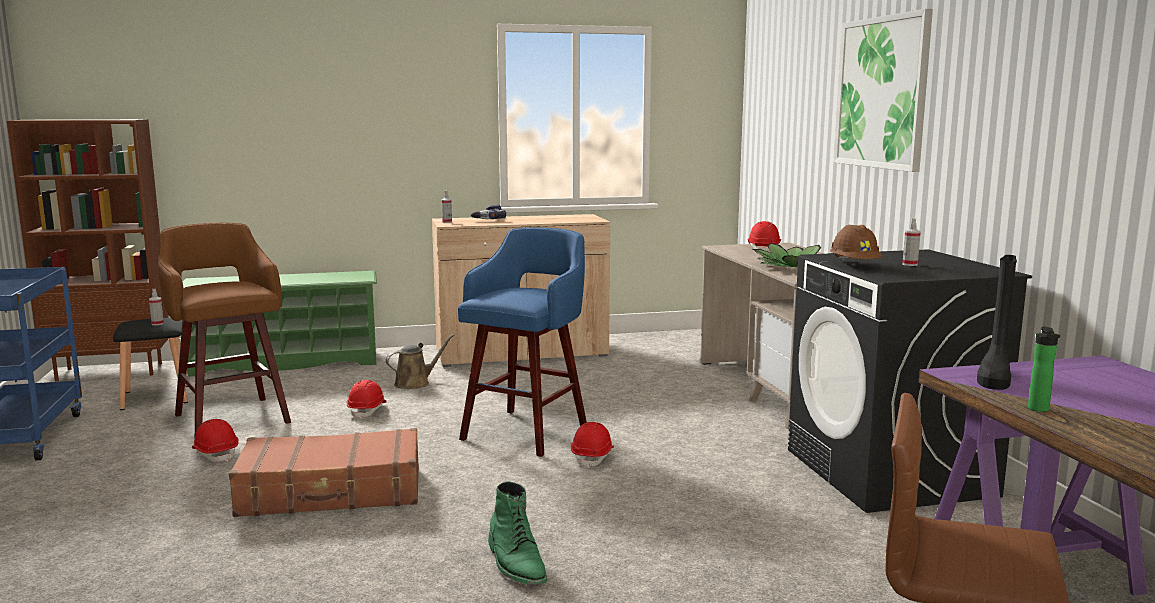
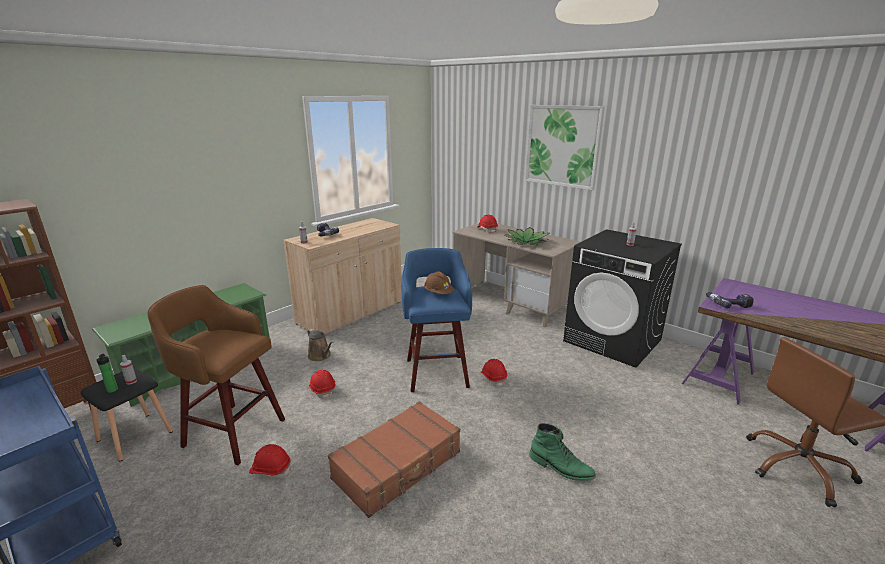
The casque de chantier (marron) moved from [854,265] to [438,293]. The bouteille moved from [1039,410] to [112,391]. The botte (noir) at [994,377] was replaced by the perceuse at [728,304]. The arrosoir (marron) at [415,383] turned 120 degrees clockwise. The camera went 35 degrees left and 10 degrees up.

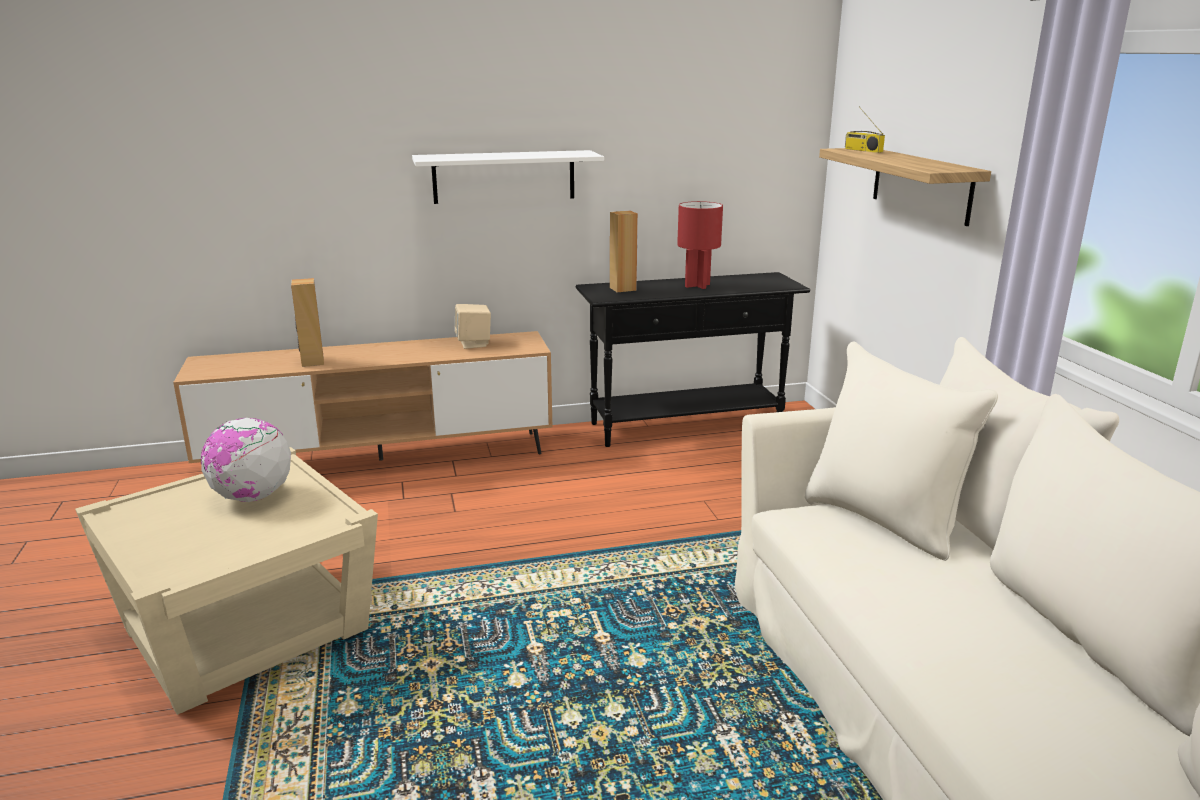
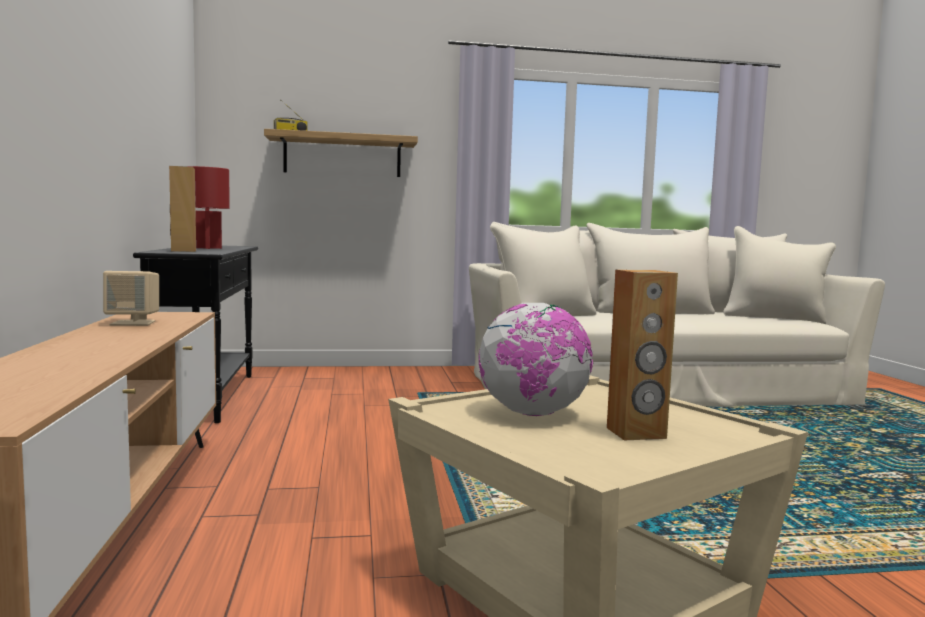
The étagère (blanc) at [504,176] disappeared. The enceinte (marron) moved from [312,362] to [636,433]. The camera went 85 degrees left and 15 degrees down.

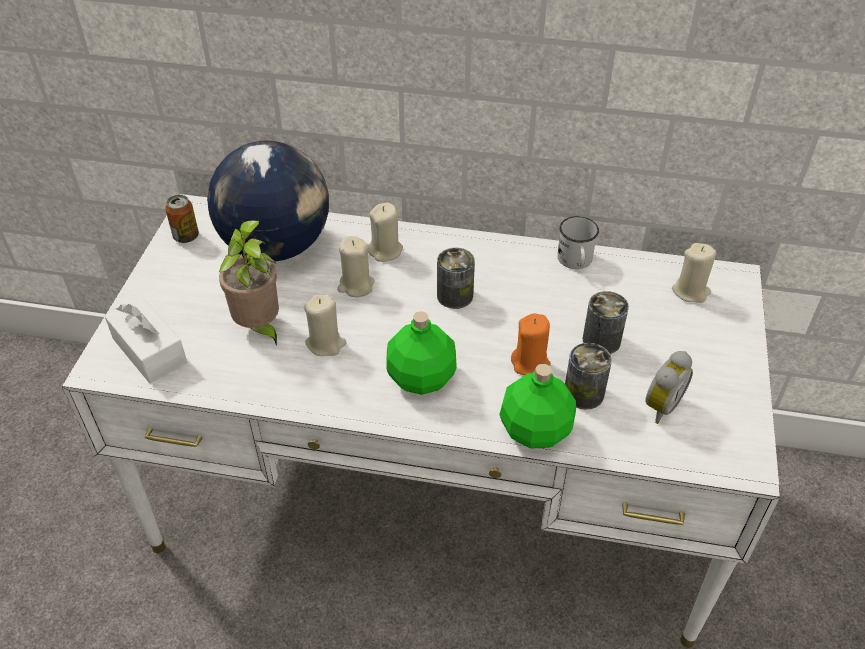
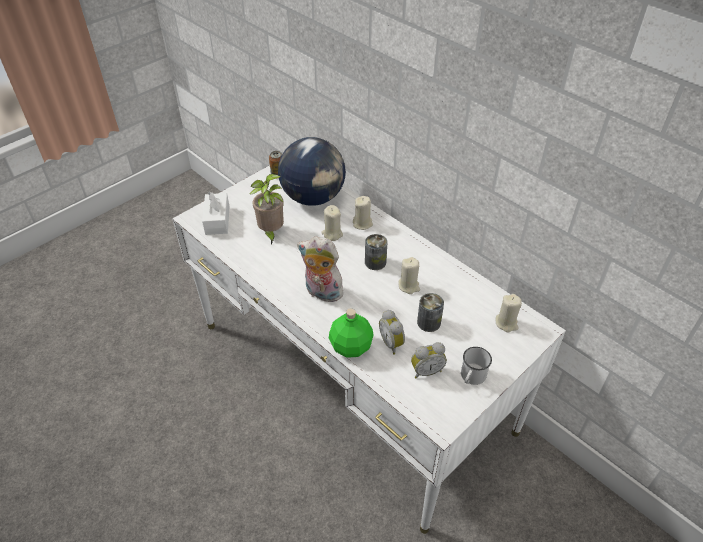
The bougie (orange) at [530,363] disappeared. The bougie (beige) moved from [326,344] to [409,286]. The mug (blanc) moved from [575,262] to [471,377]. The bouteille (vert) at [422,377] was replaced by the peluche at [322,293]. The boîte métallique at [583,393] was replaced by the réveil at [392,343]. The camera went 35 degrees right and 0 degrees up.

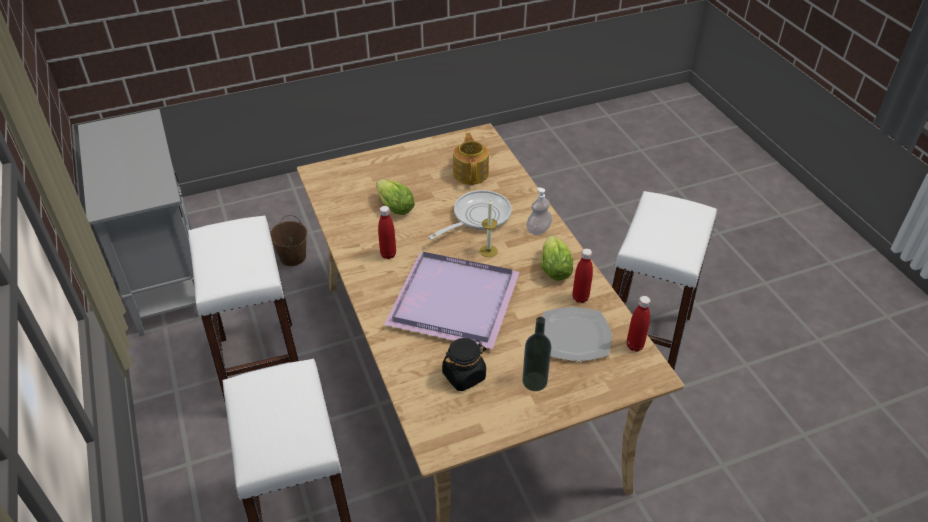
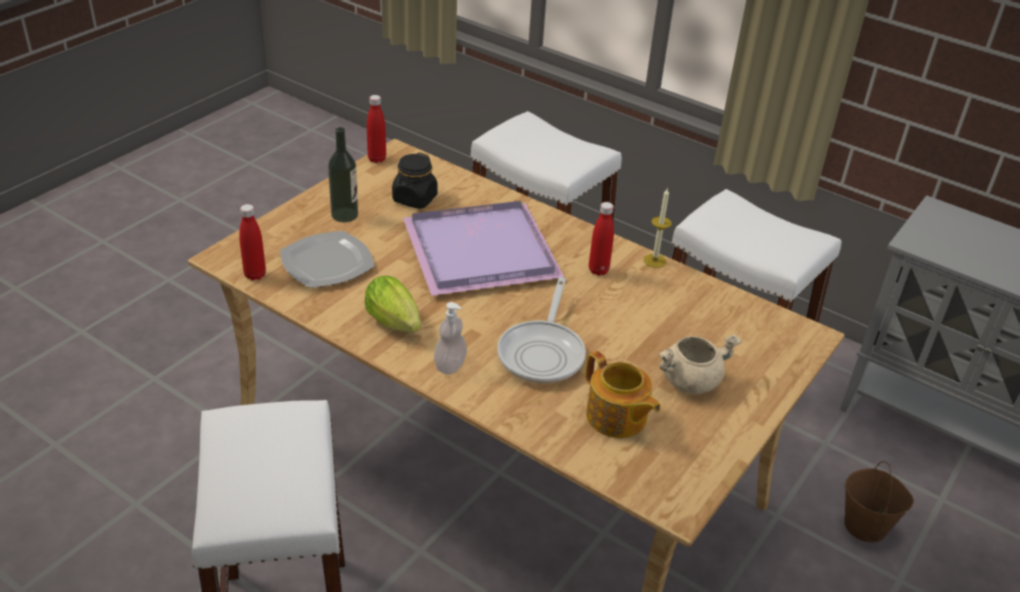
The laitue at [393,206] disappeared. The marmite (beige) at [690,380] appeared. The bougie moved from [488,251] to [654,260]. The bouteille (rouge) moved from [580,298] to [377,159]. The camera went 145 degrees right and 5 degrees down.

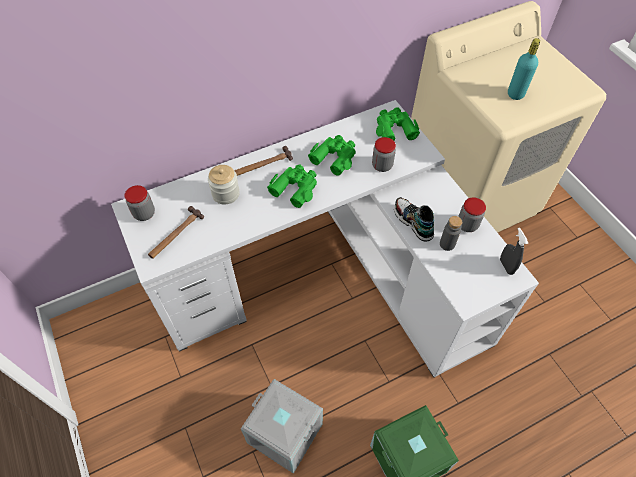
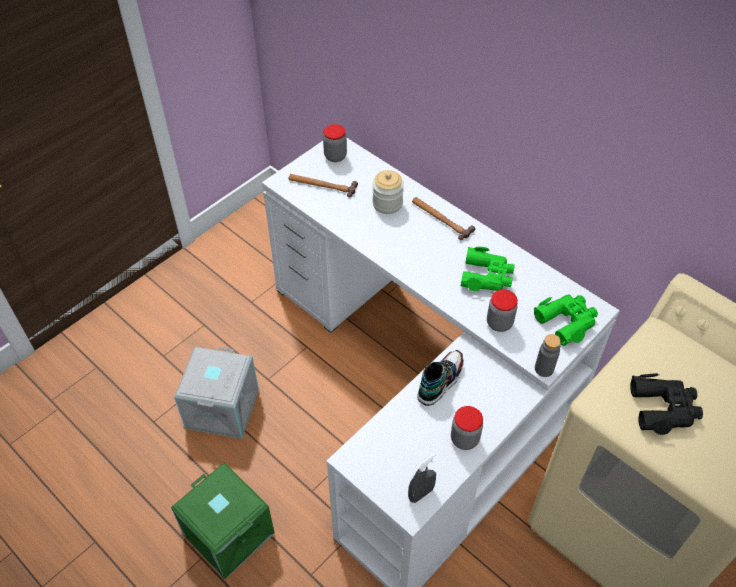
The jumelles (vert) at [295,188] disappeared. The bouteille (gris) moved from [447,244] to [544,369]. The bouteille (turquoise) at [515,94] was replaced by the jumelles (noir) at [663,408]. The camera went 70 degrees right and 5 degrees down.

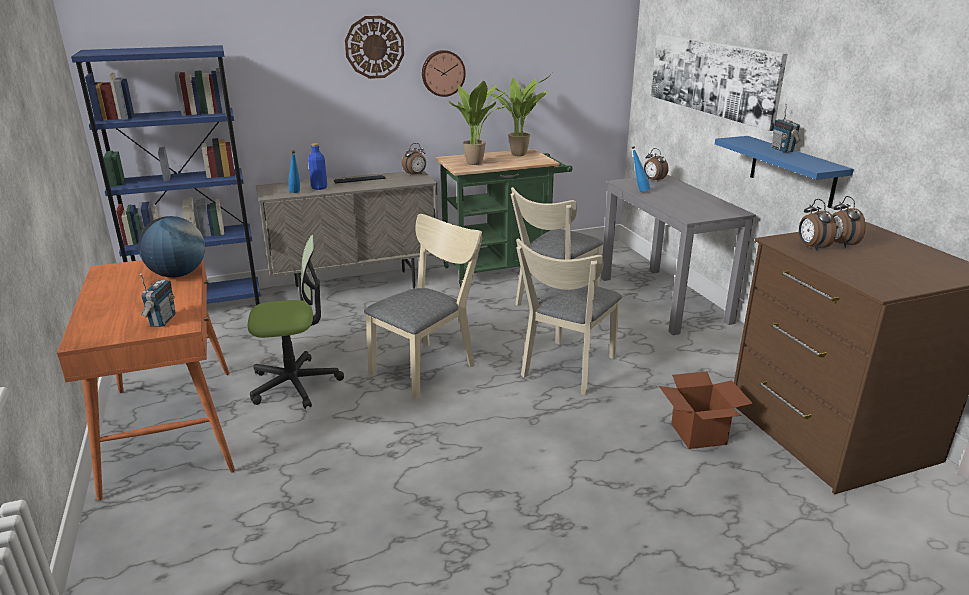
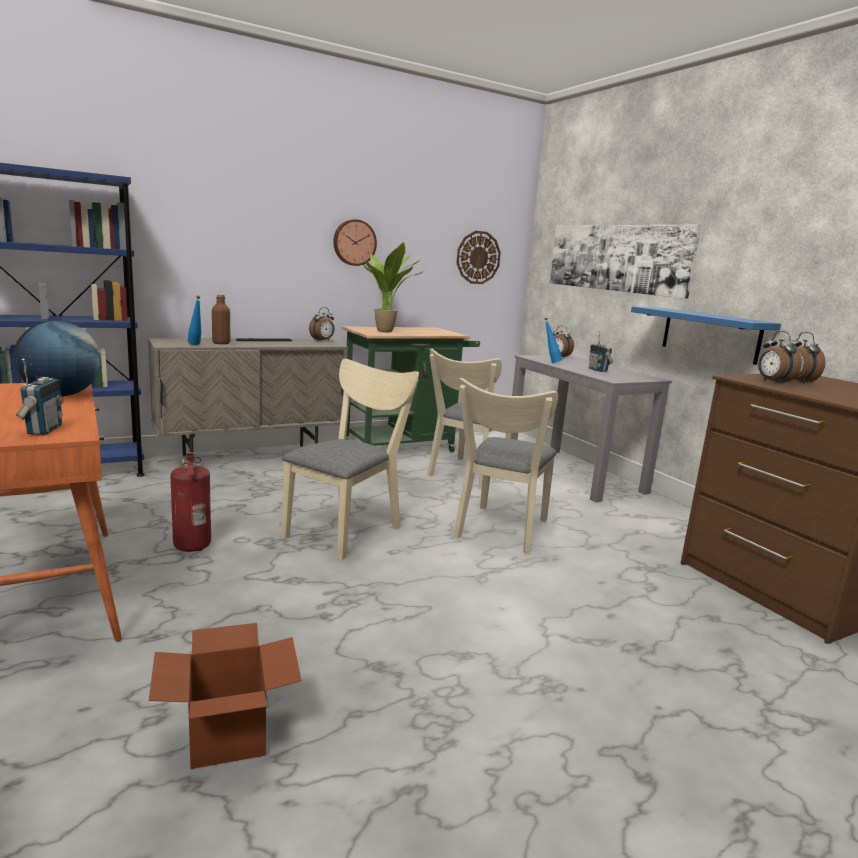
The plante en pot at [520,154] disappeared. The horloge murale moved from [374,47] to [478,257]. The carton moved from [698,434] to [227,735]. The radio moved from [782,150] to [598,370]. The chaise de bureau at [295,384] was replaced by the extincteur at [192,545]. The bouteille (bleu) at [319,188] became the bouteille (marron) at [221,343]. The camera went 10 degrees left and 10 degrees down.

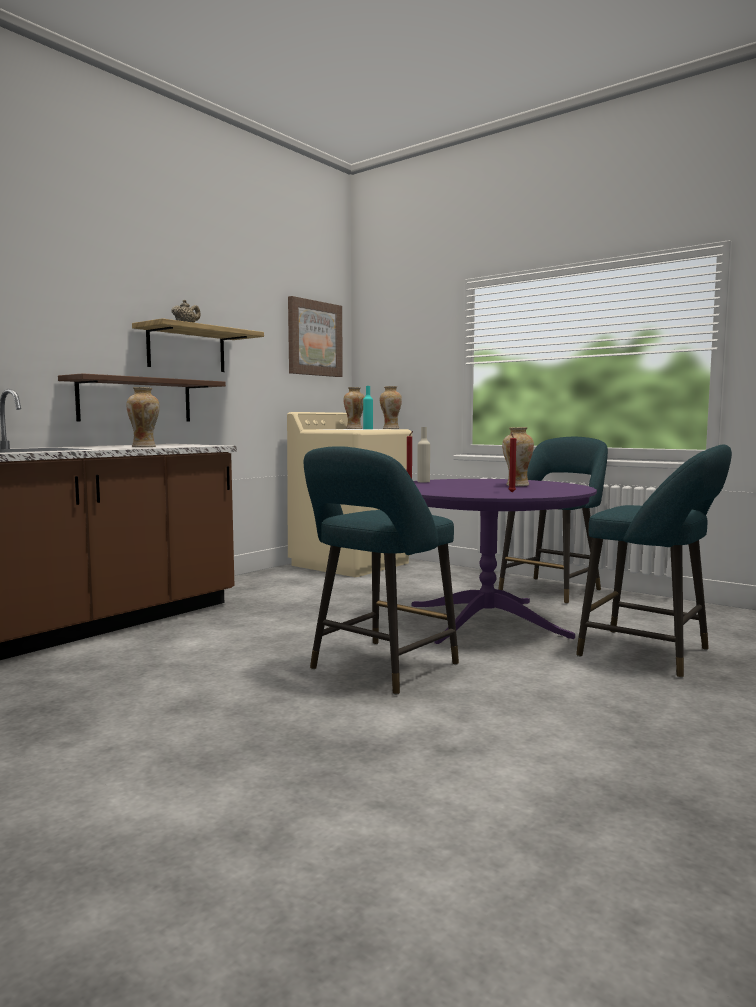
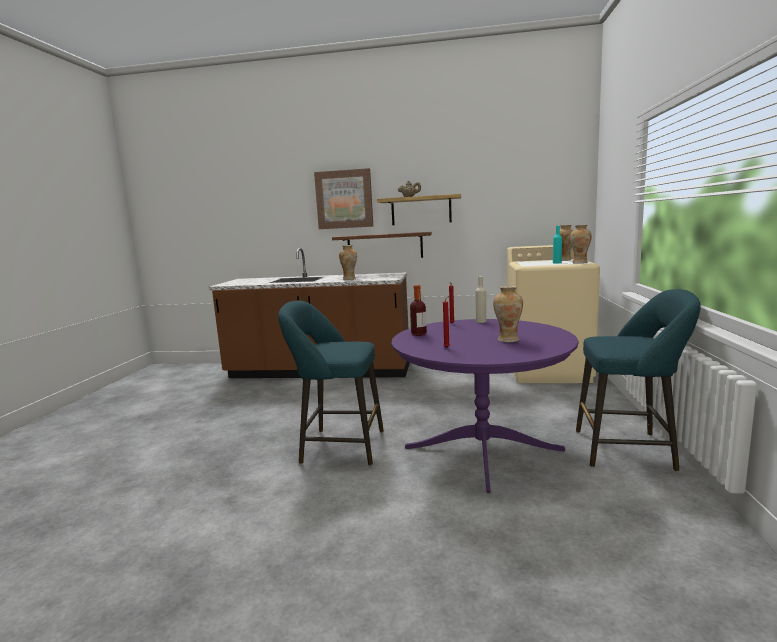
The tabouret (turquoise) at [651,654] disappeared. The bouteille at [418,334] appeared. The tableau moved from [314,338] to [344,199]. The camera went 60 degrees right and 5 degrees up.

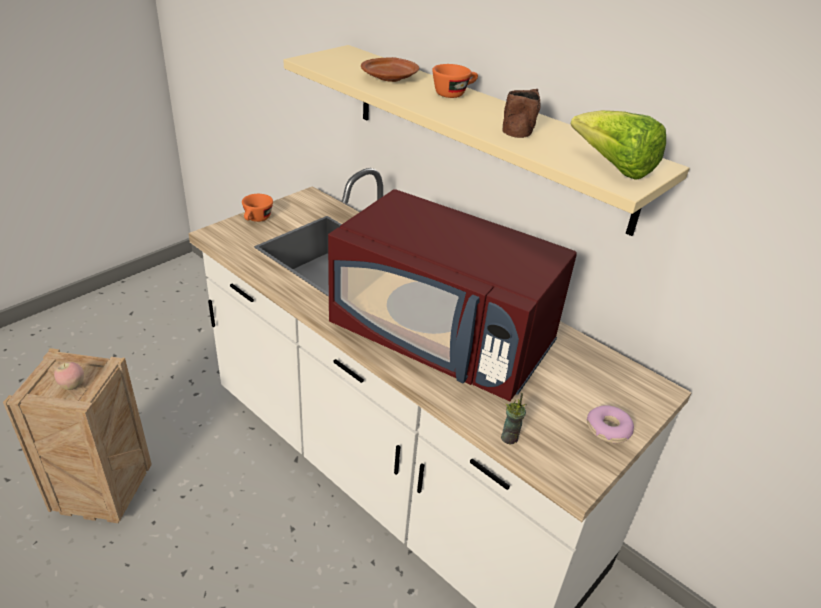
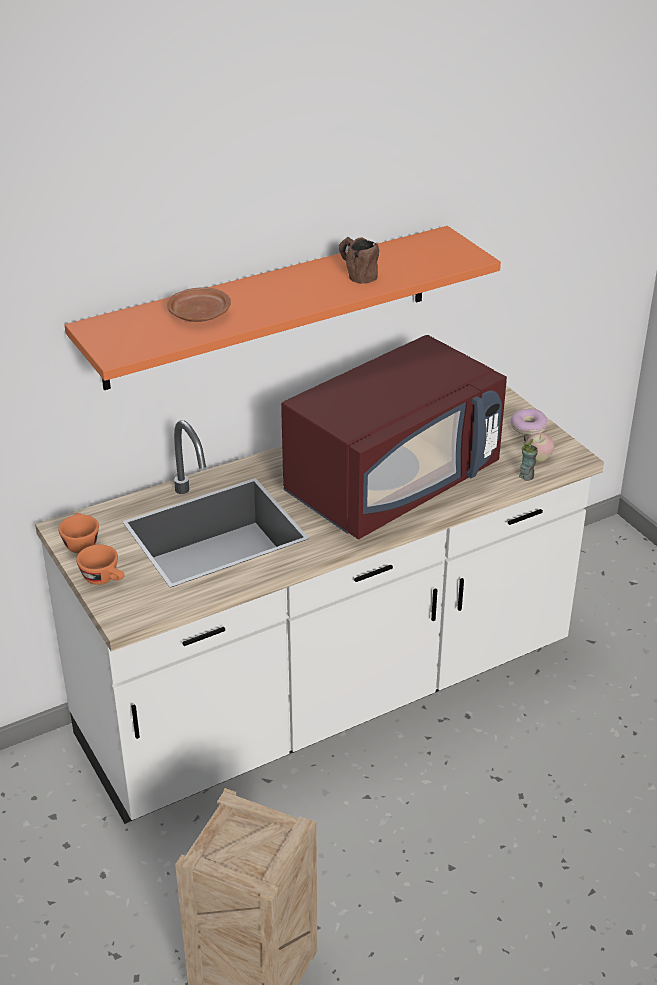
The laitue at [613,168] disappeared. The pomme moved from [72,386] to [538,458]. The tasse (orange) moved from [454,93] to [80,542]. The étagère (beige) at [486,133] became the étagère (orange) at [269,307]. The camera went 70 degrees left and 0 degrees up.

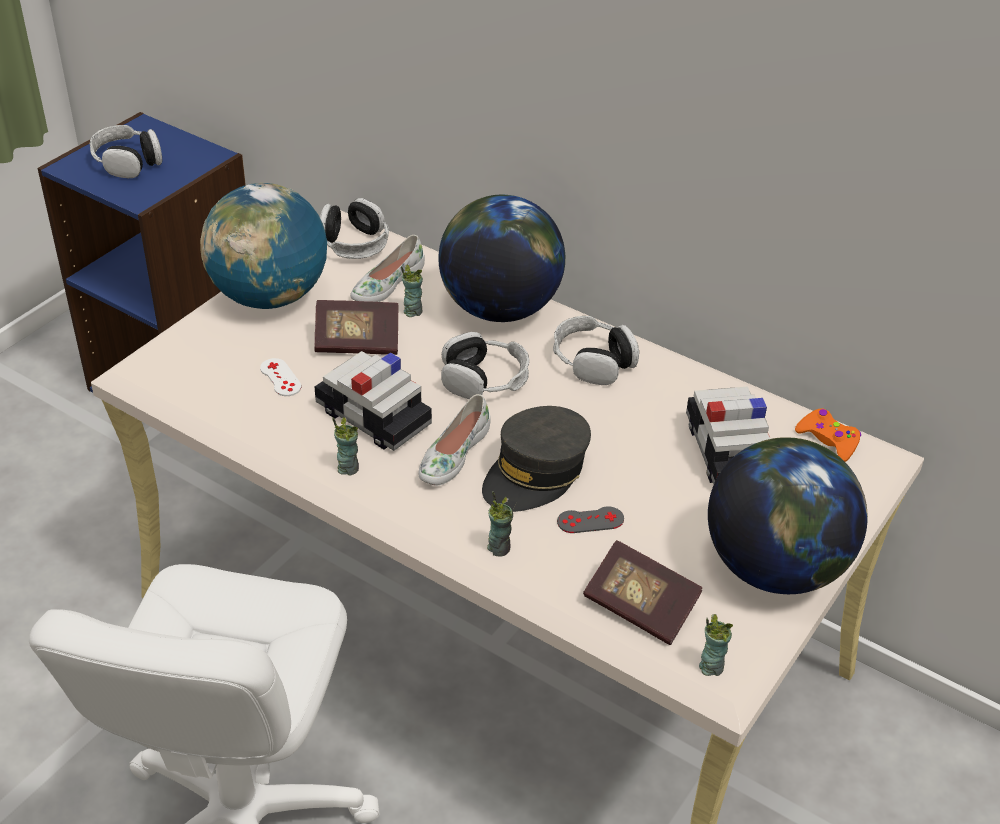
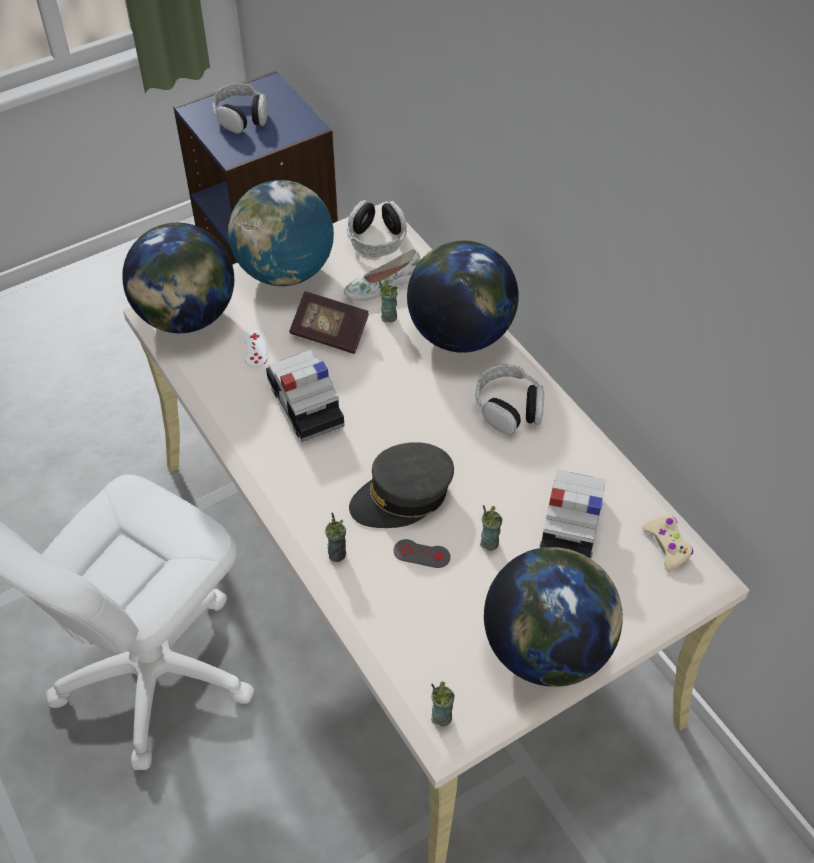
The chaussure (blanc) at [453,454] disappeared. The casque audio at [484,379] disappeared. The livre at [640,607] disappeared. The globe at [186,317] appeared. The tasse moved from [348,468] to [489,542]. The manette (orange) at [828,440] became the manette (beige) at [667,546]. The camera went 25 degrees right and 10 degrees up.

